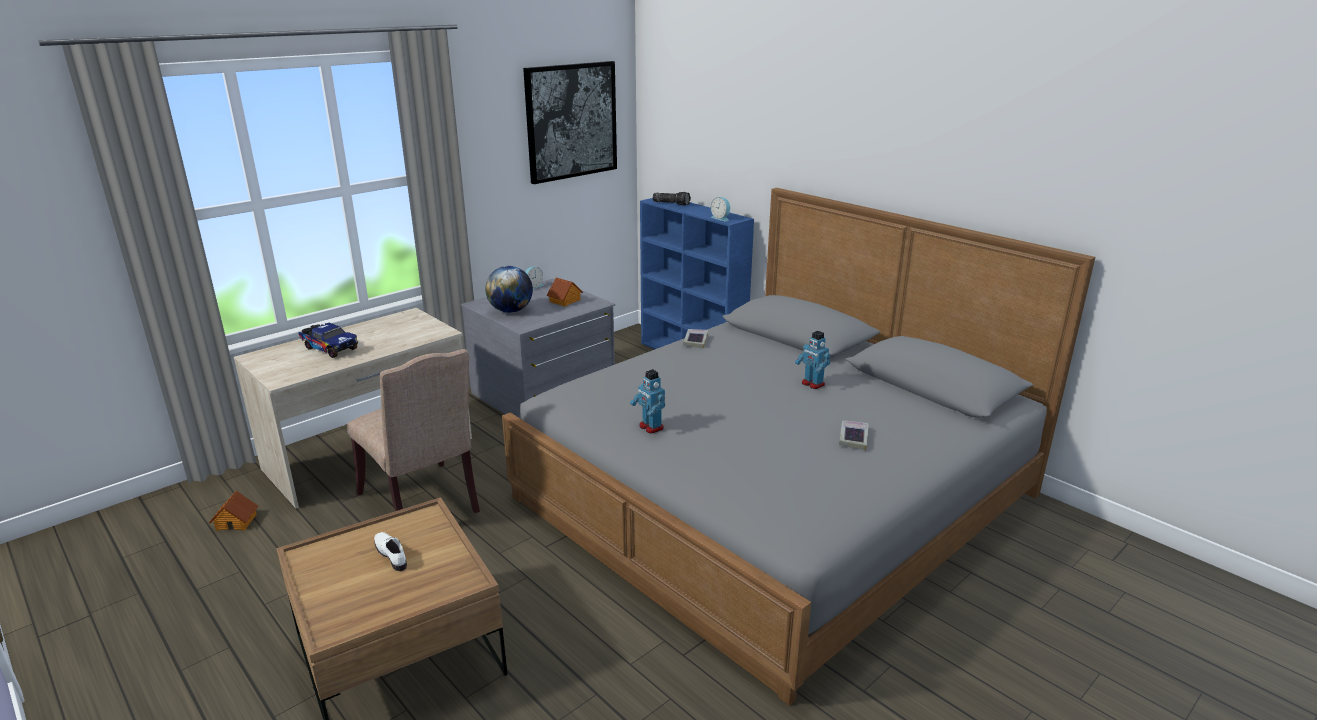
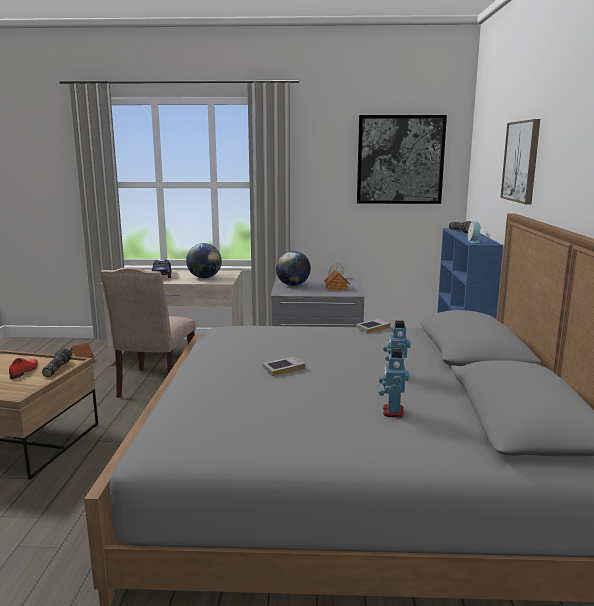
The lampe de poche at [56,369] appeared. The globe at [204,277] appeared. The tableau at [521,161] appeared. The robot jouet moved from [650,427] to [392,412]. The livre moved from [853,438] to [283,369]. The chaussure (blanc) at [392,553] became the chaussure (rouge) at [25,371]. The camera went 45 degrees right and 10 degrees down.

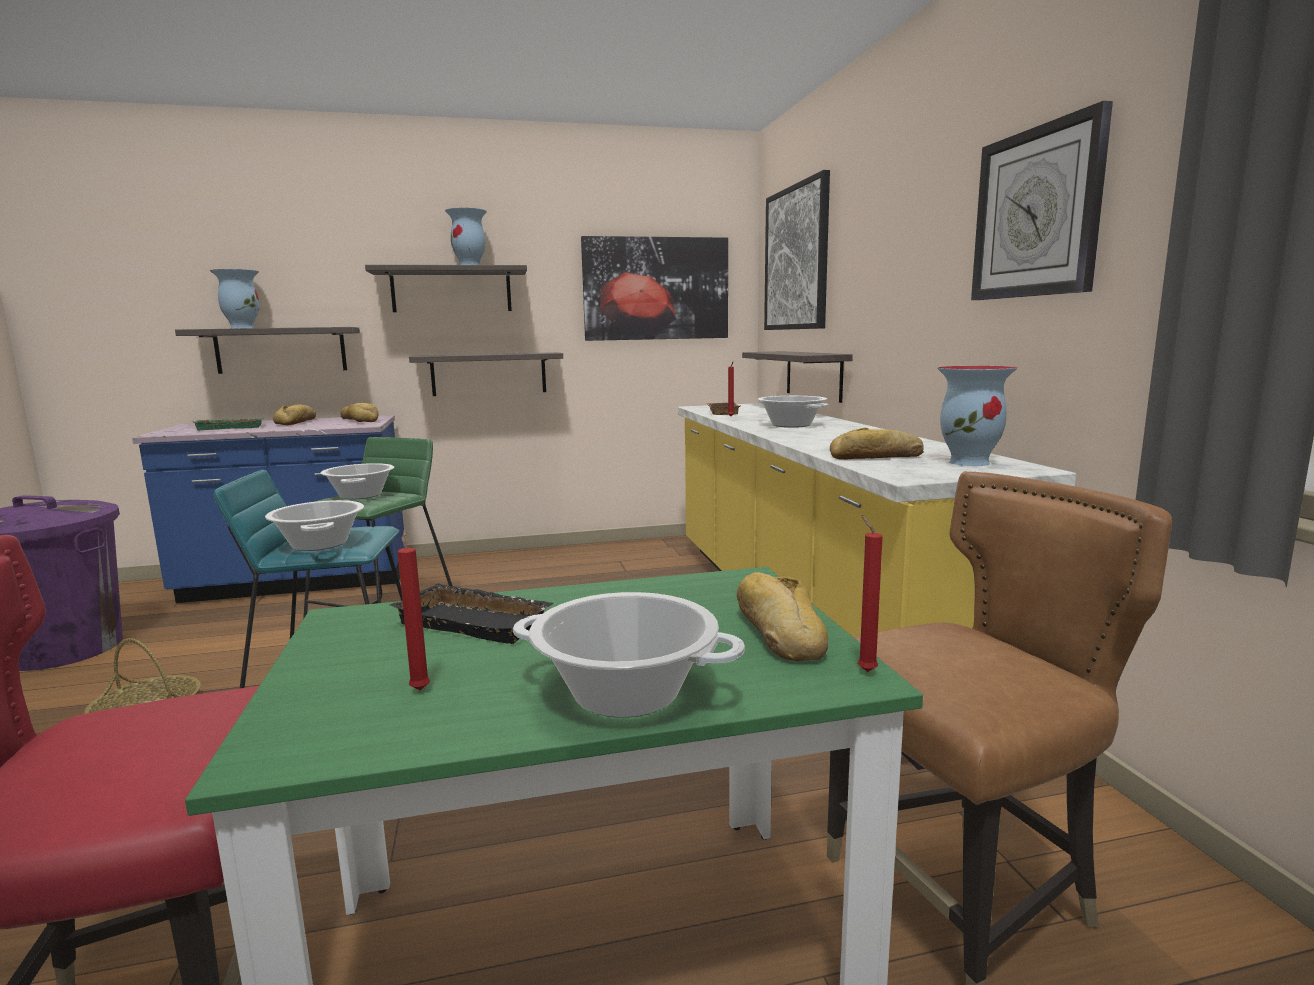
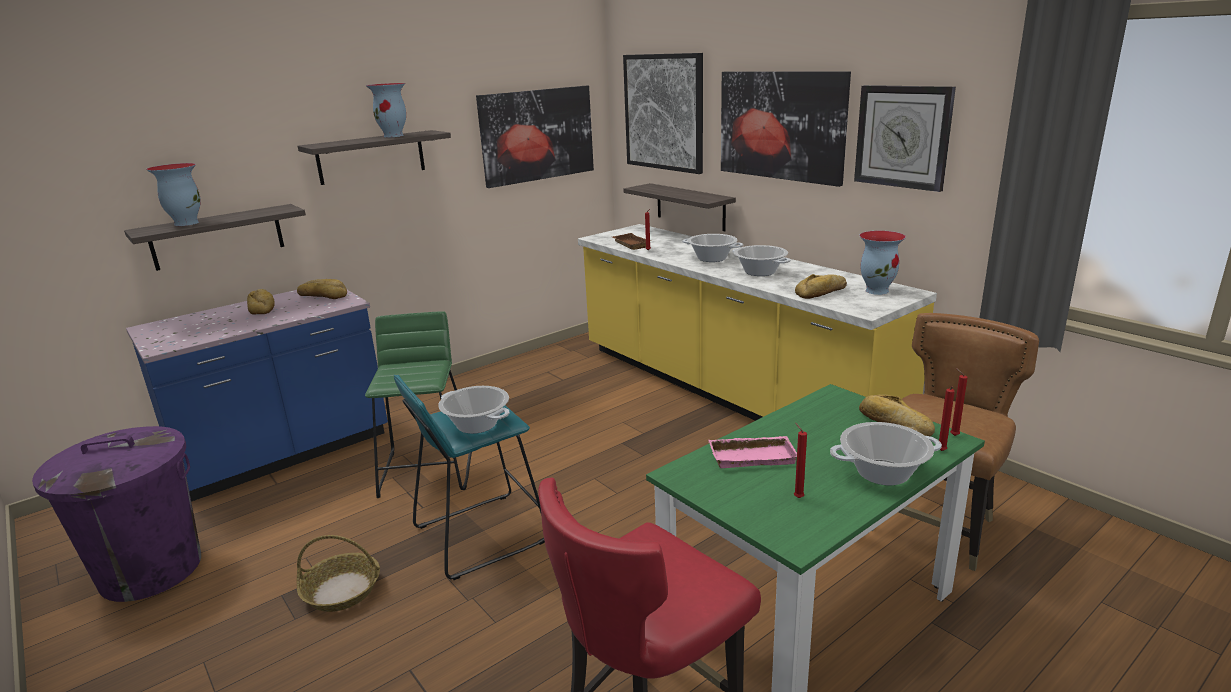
The plateau (vert) at [231,427] disappeared. The étagère at [489,374] disappeared. The tableau at [781,125] appeared. The bougie (rouge) at [941,451] appeared. The marmite moved from [360,495] to [760,272]. The plateau (noir) at [478,621] became the plateau (rose) at [752,456]. The camera went 25 degrees left and 10 degrees up.

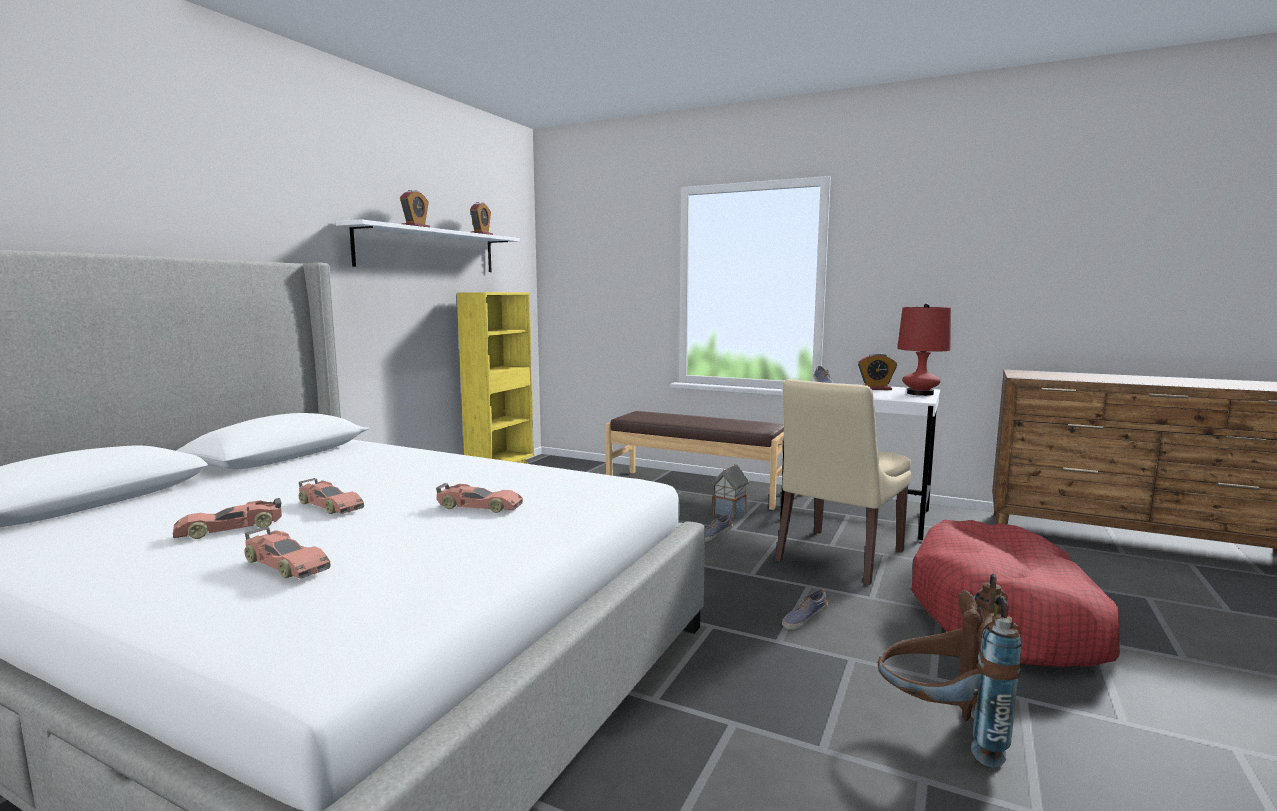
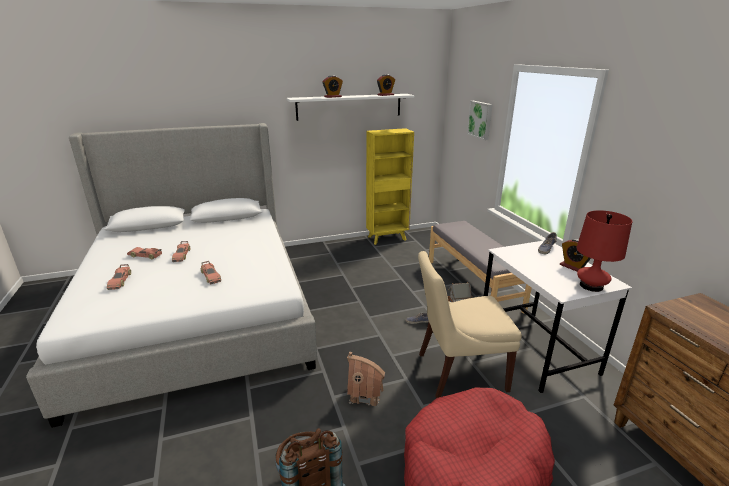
The tableau at [480,119] appeared. The chaussure at [804,619] was replaced by the maison miniature at [365,394]. The banc (marron) at [696,488] became the banc (gris) at [473,284]. The camera went 45 degrees right and 15 degrees up.

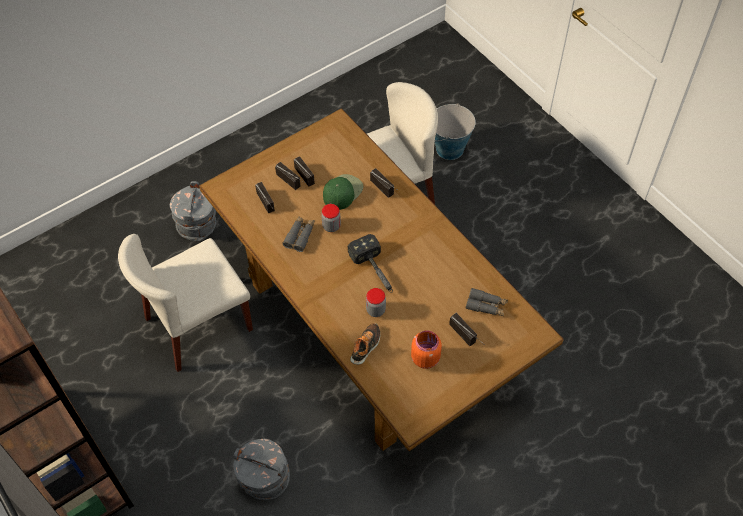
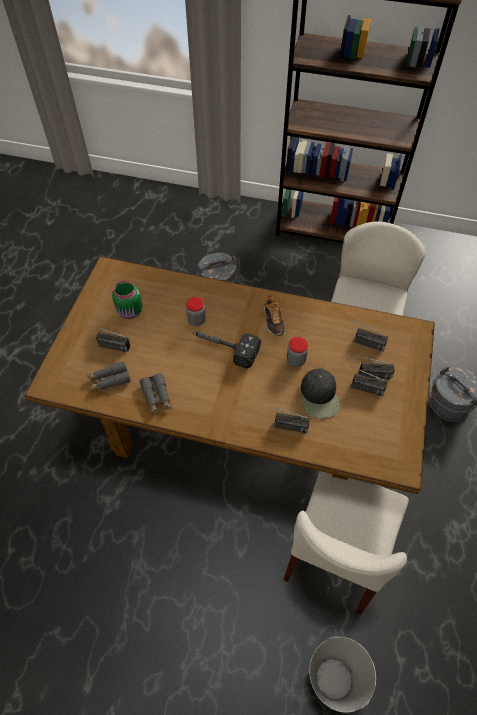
The jumelles (gris) moved from [300,236] to [156,397]. The chaussure moved from [366,346] to [273,320]. The casquette (vert) at [342,192] became the casquette (noir) at [319,396]. The bocal (orange) at [425,357] became the bocal (vert) at [130,312]. The camera went 140 degrees right and 0 degrees up.

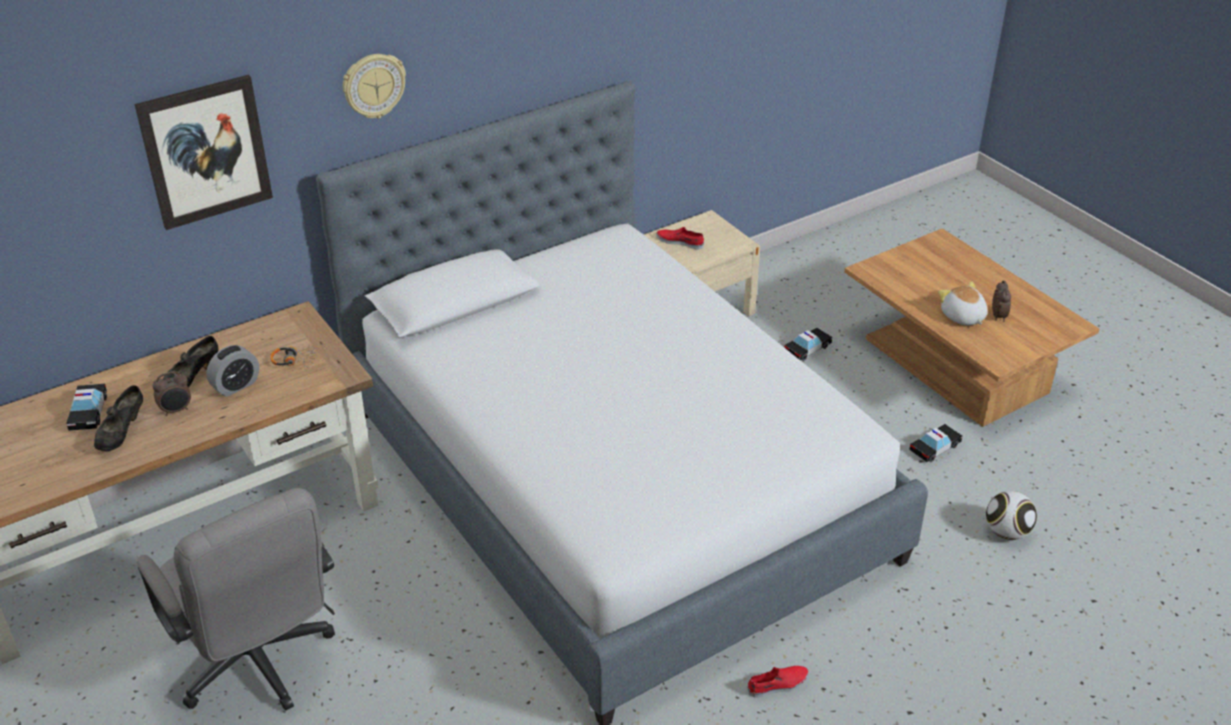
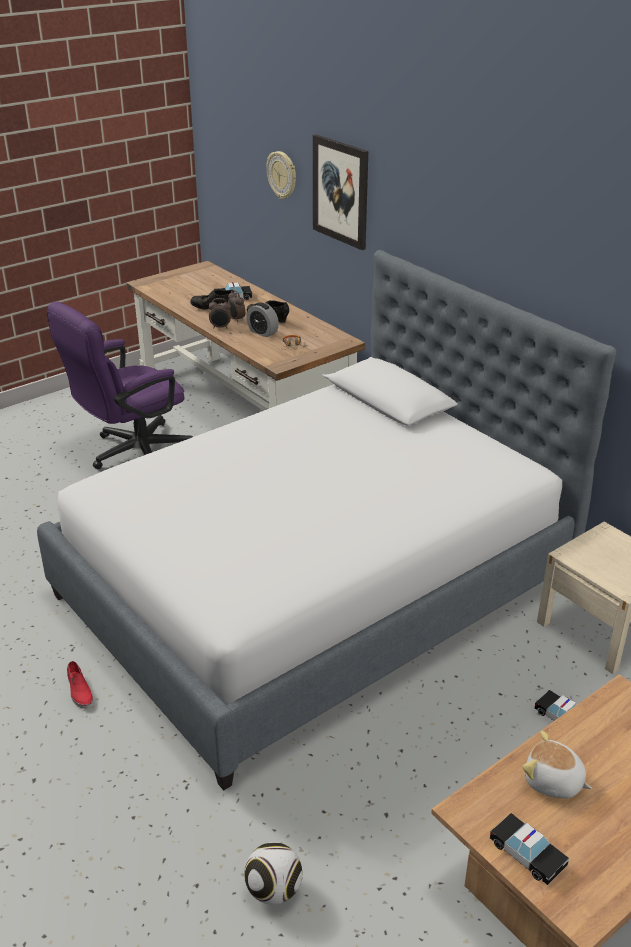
The chaussure (rouge) at [680,242] disappeared. The horloge murale moved from [373,85] to [282,175]. The petite voiture moved from [935,448] to [527,854]. The réveil moved from [999,316] to [220,327]. The chaise de bureau (gris) at [258,665] became the chaise de bureau (violet) at [132,453]. The peluche at [962,317] turned 120 degrees counterclockwise. The camera went 85 degrees right and 5 degrees down.

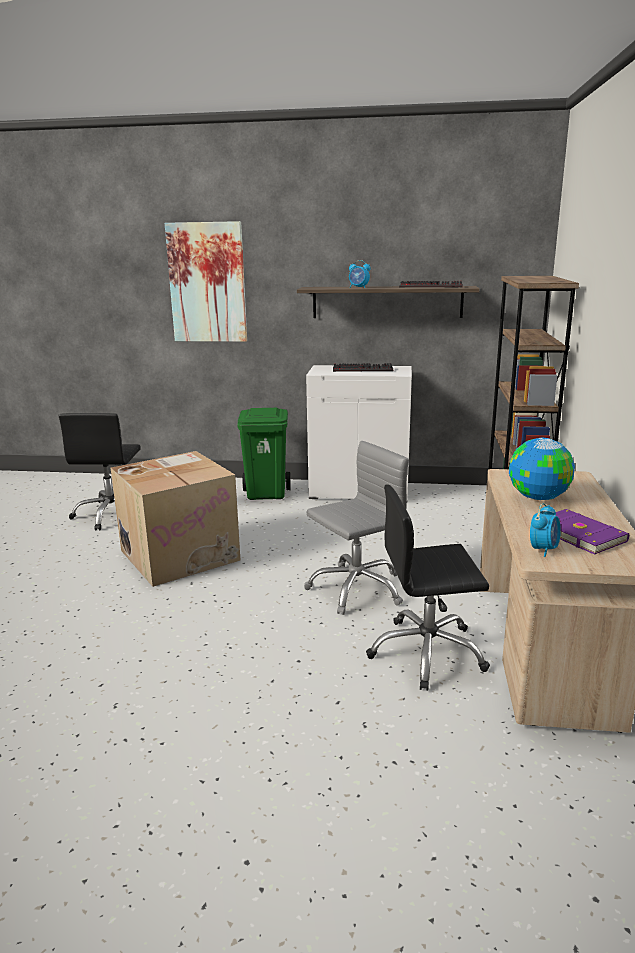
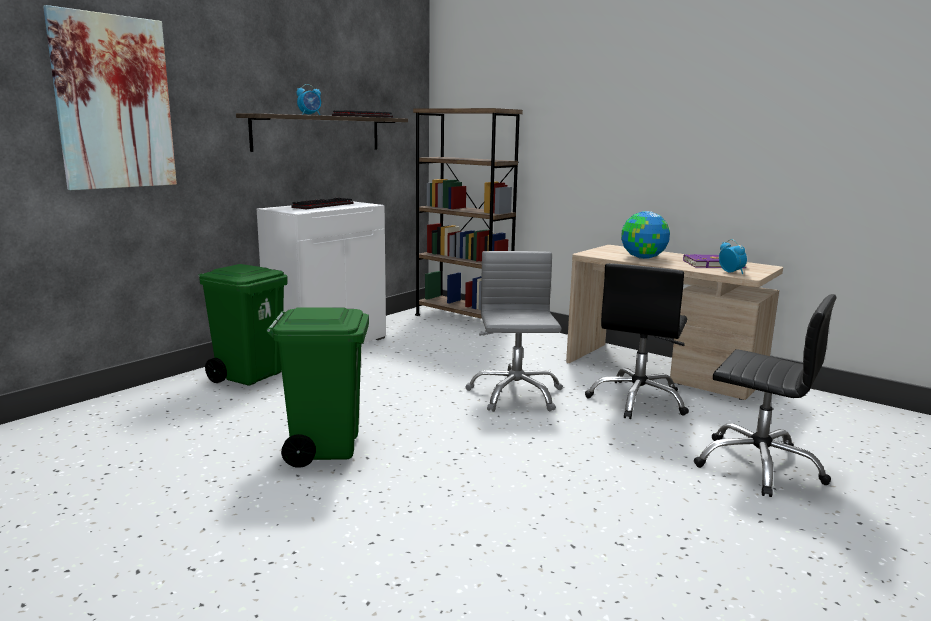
The chaise de bureau (noir) moved from [112,514] to [758,465]. The carton at [180,554] was replaced by the poubelle (vert) at [324,448]. The camera went 60 degrees left and 5 degrees down.

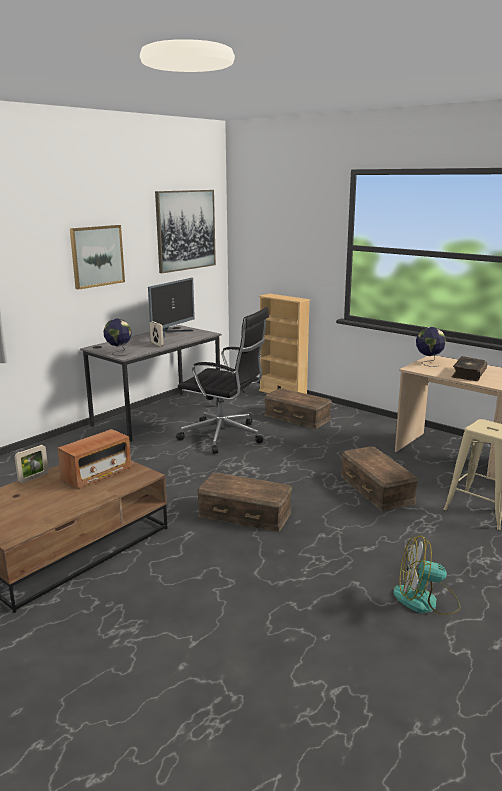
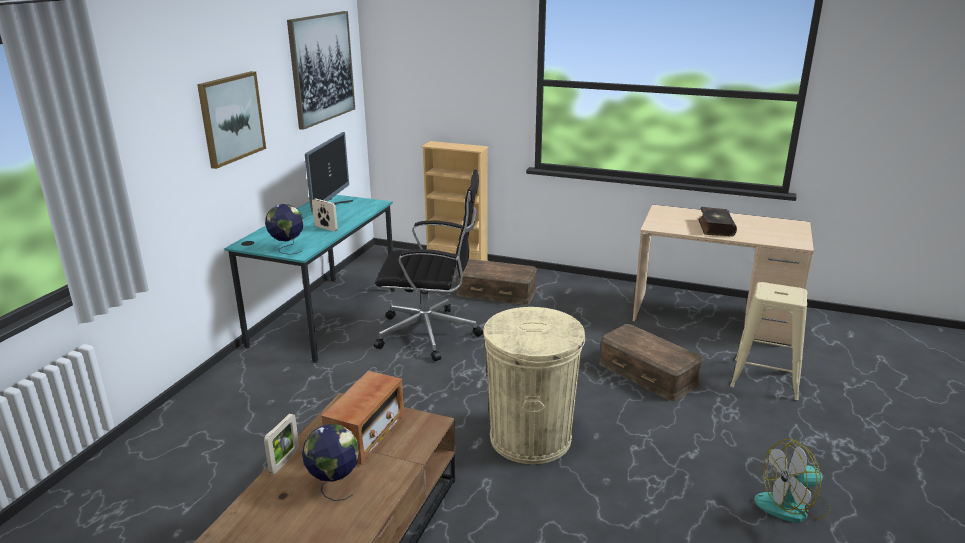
The globe moved from [428,363] to [334,486]. The boîte de rangement (marron) at [245,513] was replaced by the poubelle (beige) at [530,437]. The bureau (gris) at [158,415] became the bureau (turquoise) at [325,317]. The camera went 20 degrees left and 5 degrees up.

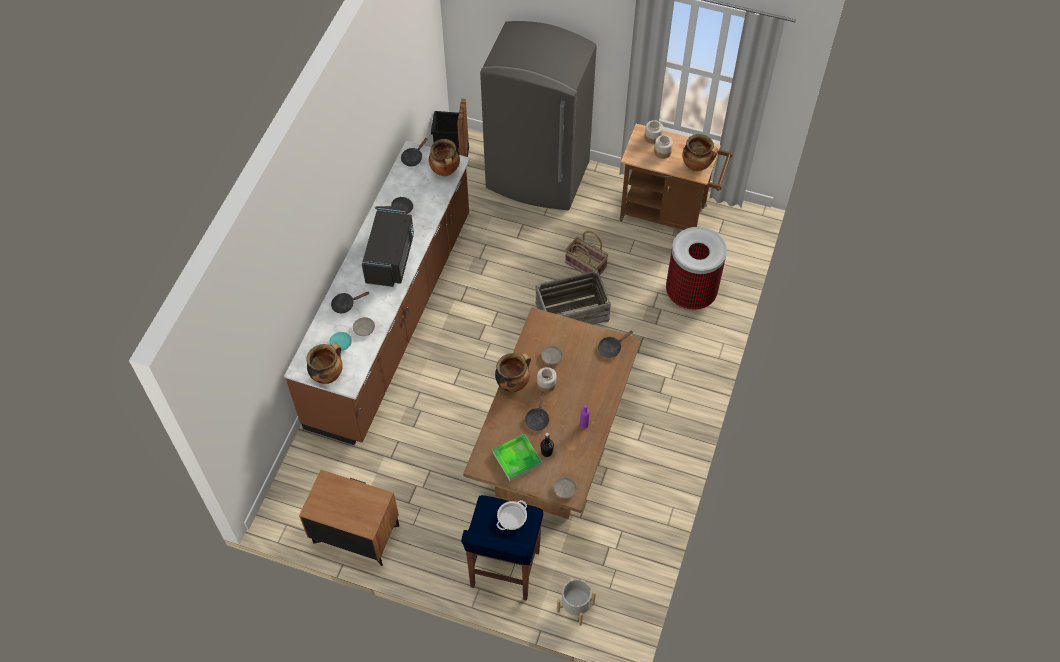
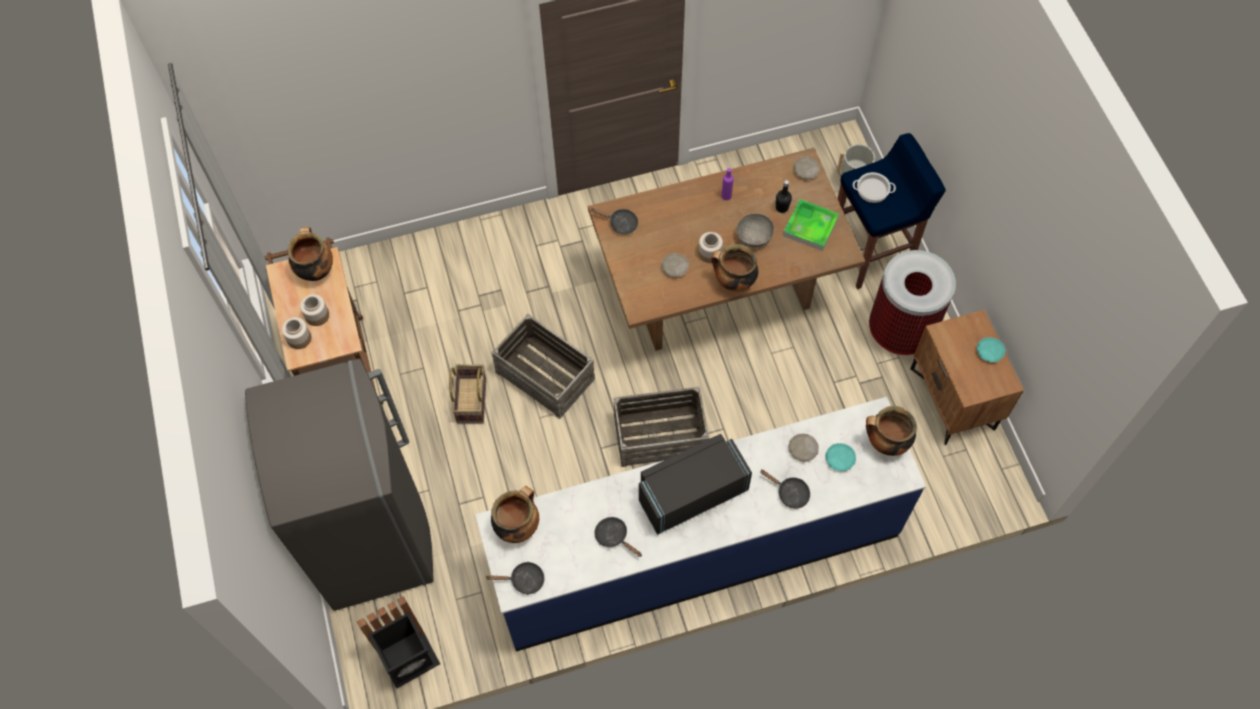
The caisse at [660,436] appeared. The assiette (turquoise) at [989,352] appeared. The poubelle moved from [691,293] to [900,331]. The poêle (noir) at [537,418] was replaced by the bol (gris) at [754,237]. The comptoir de cuisine (marron) at [392,319] became the comptoir de cuisine (bleu) at [695,550]. The camera went 125 degrees left and 5 degrees up.

